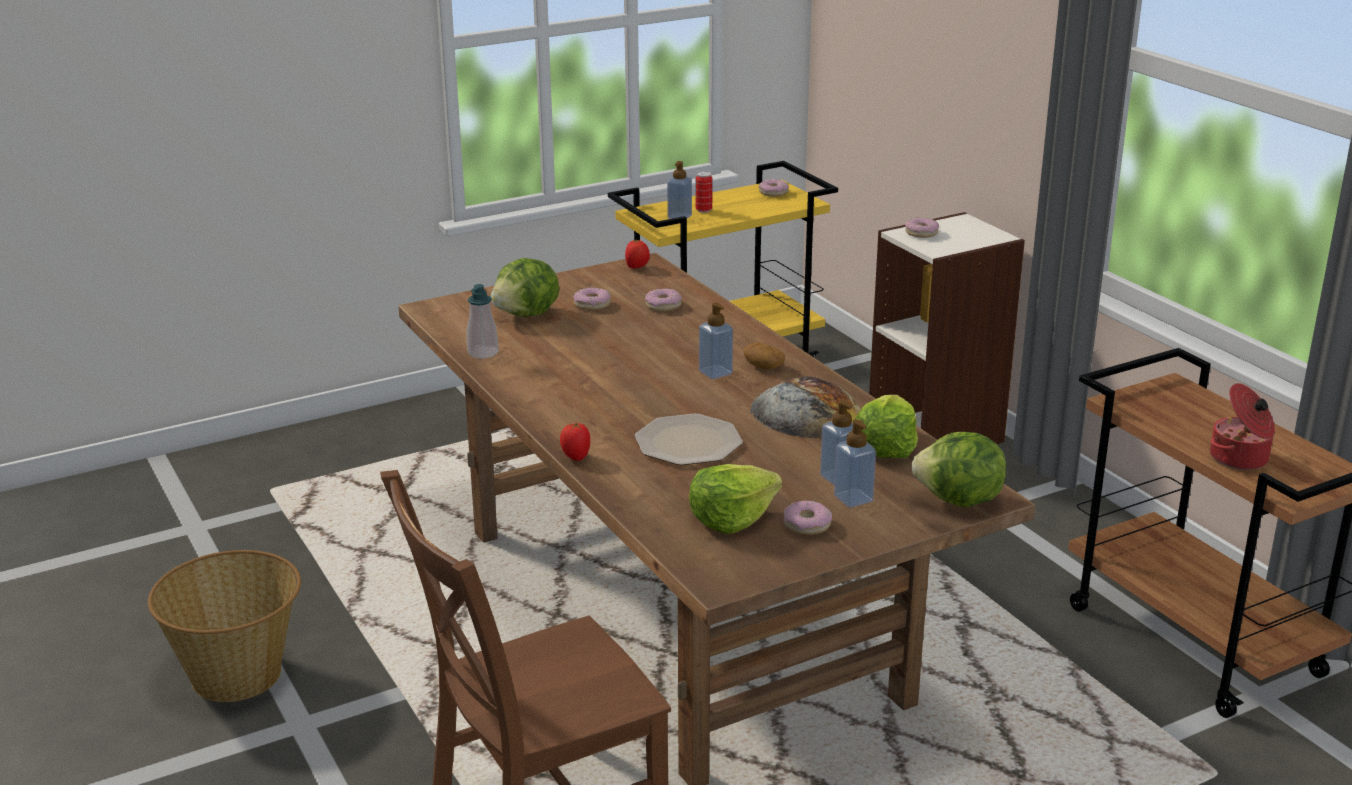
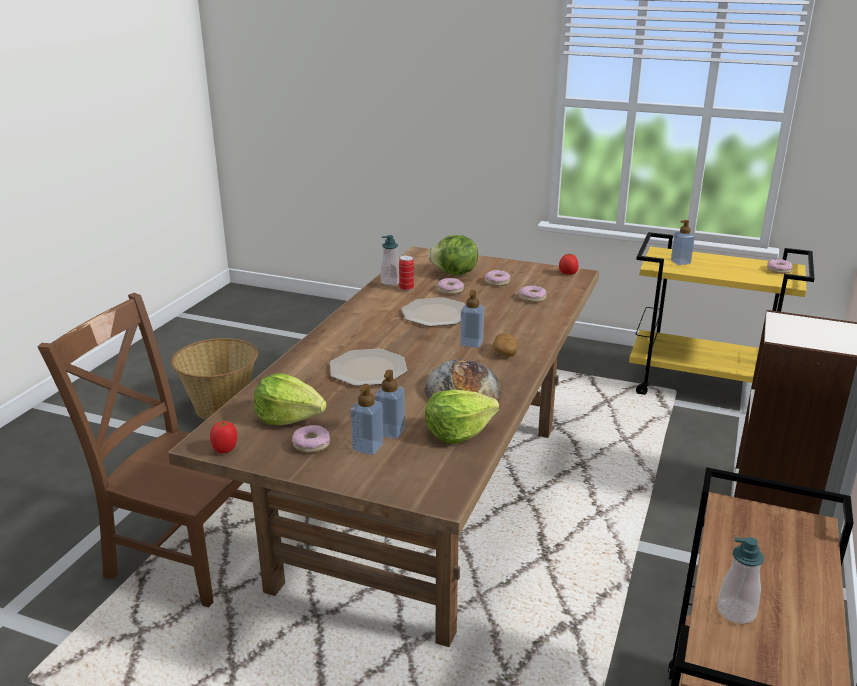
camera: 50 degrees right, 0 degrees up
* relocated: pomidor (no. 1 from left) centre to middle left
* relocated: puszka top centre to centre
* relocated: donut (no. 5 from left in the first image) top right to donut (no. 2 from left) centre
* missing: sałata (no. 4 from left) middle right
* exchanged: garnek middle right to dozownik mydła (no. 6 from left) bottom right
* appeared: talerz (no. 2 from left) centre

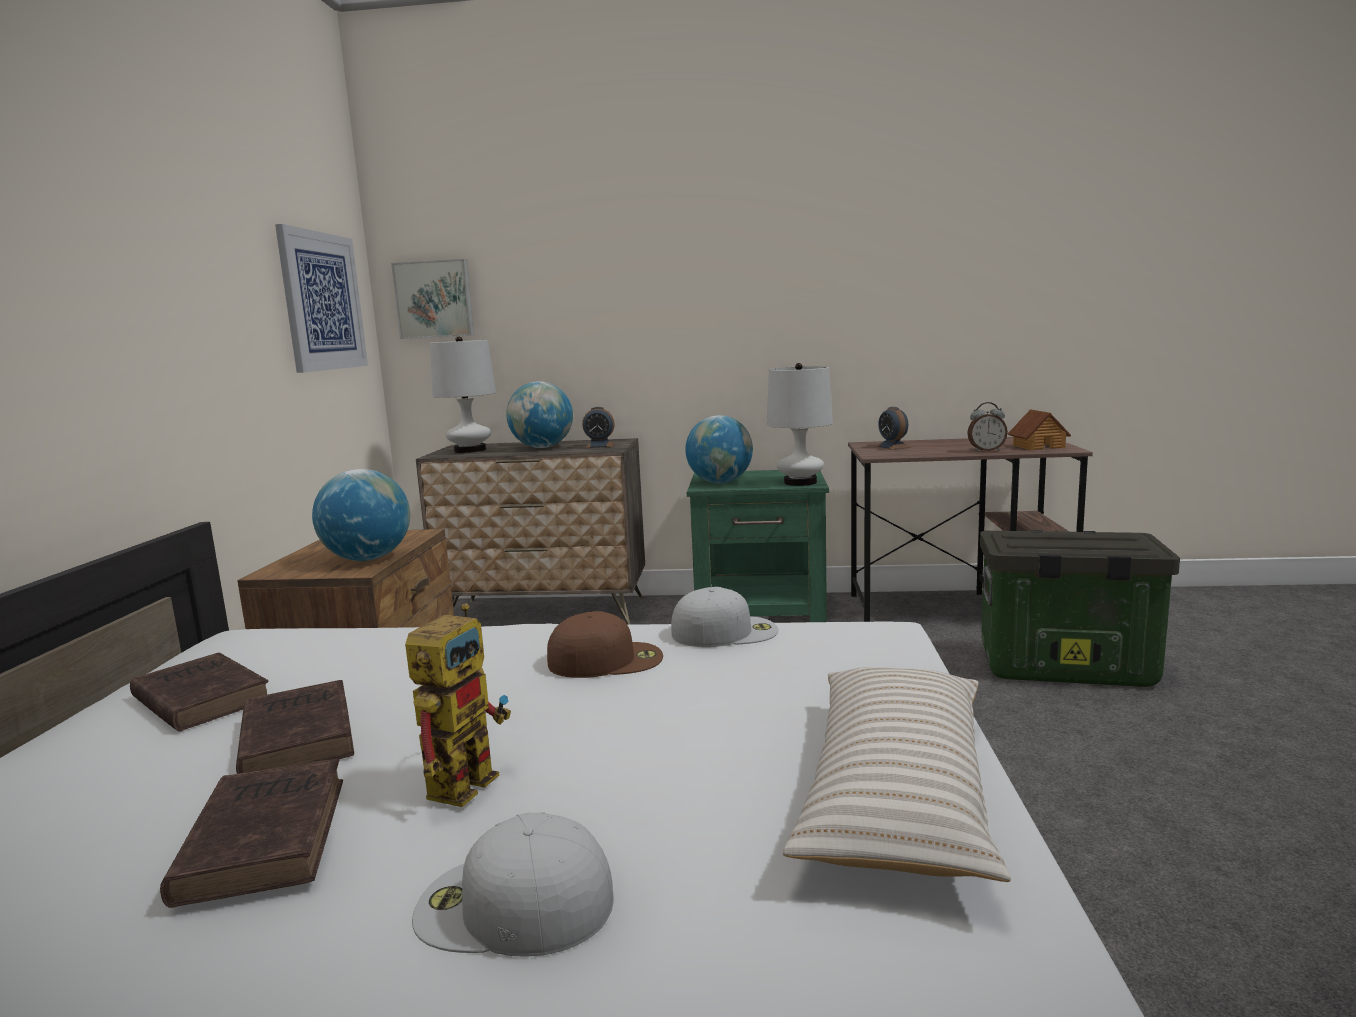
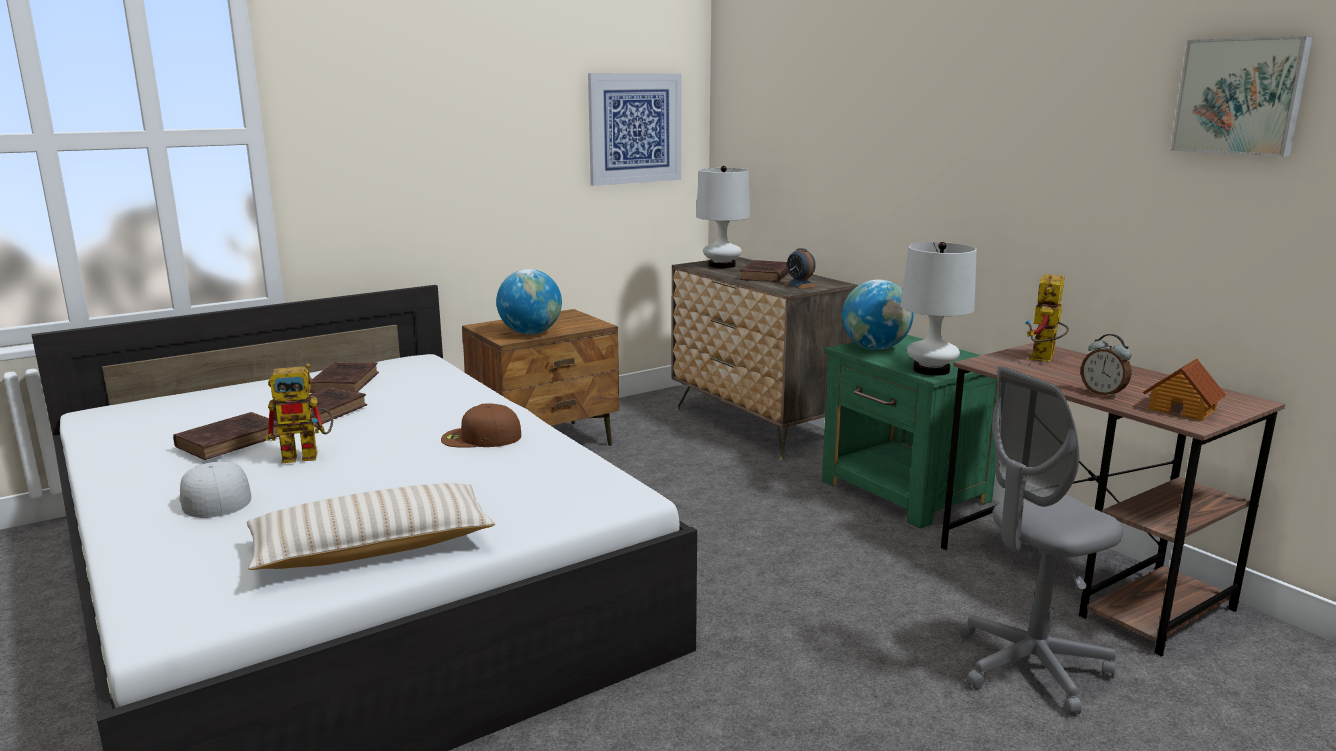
camera: 50 degrees right, 5 degrees up
* relocated: obraz (no. 2 from left) top left to top right
* exchanged: globus (no. 2 from left) centre to książka [brązowy] (no. 4 from left) centre
* spun: czapka z daszkiem [brązowy] centre = centre 135 degrees clockwise
* missing: czapka z daszkiem [biały] (no. 2 from left) centre
* exchanged: budzik (no. 2 from left) centre to robot zabawkowy (no. 2 from left) middle right
* exchanged: pojemnik do przechowywania middle right to krzesło biurowe [szary] bottom right

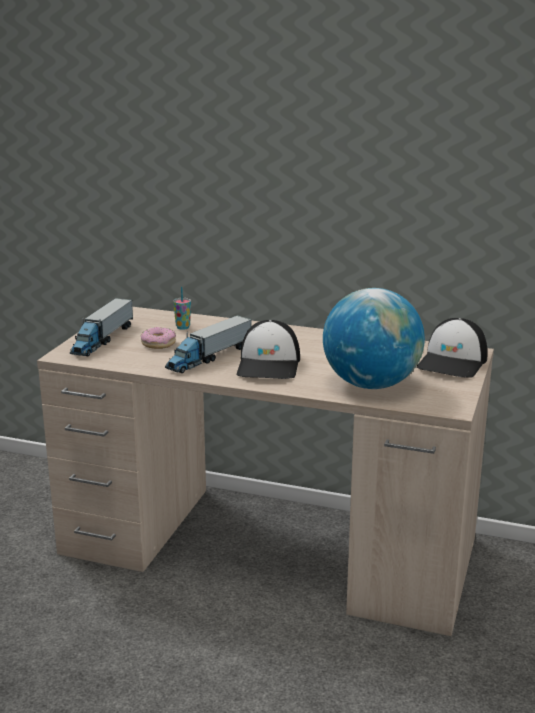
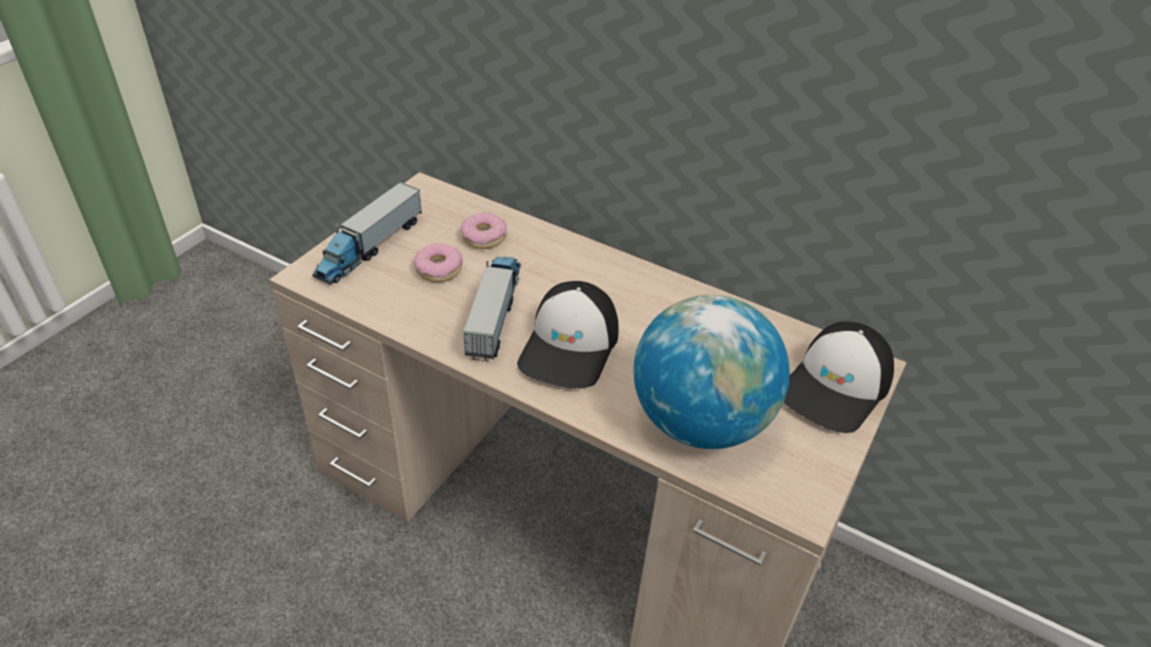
camera: 10 degrees right, 20 degrees up
* spun: ciężarówka zabawkowa (no. 2 from left) centre = centre 135 degrees clockwise
* exchanged: filiżanka centre to donut (no. 2 from left) centre

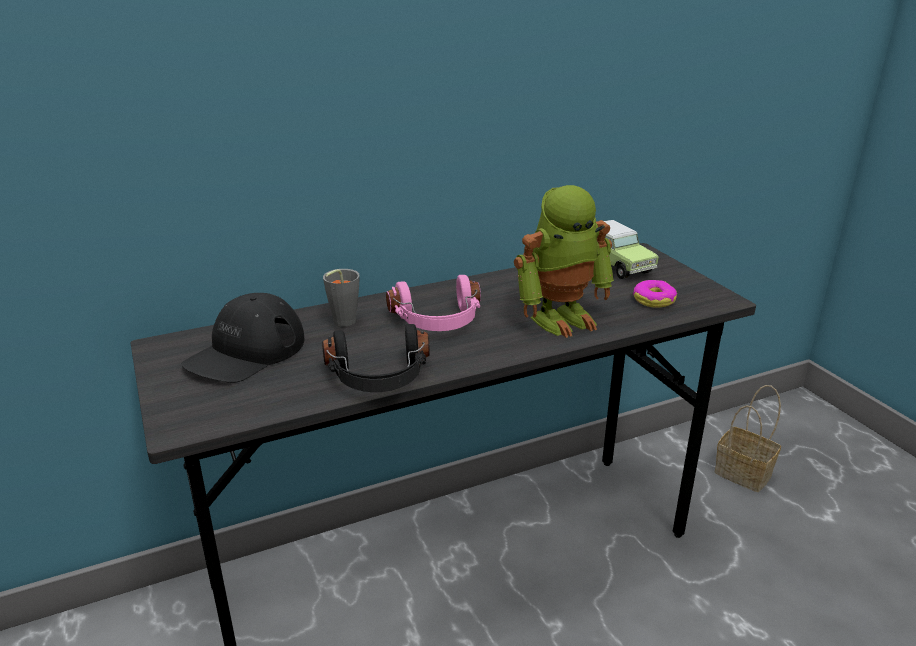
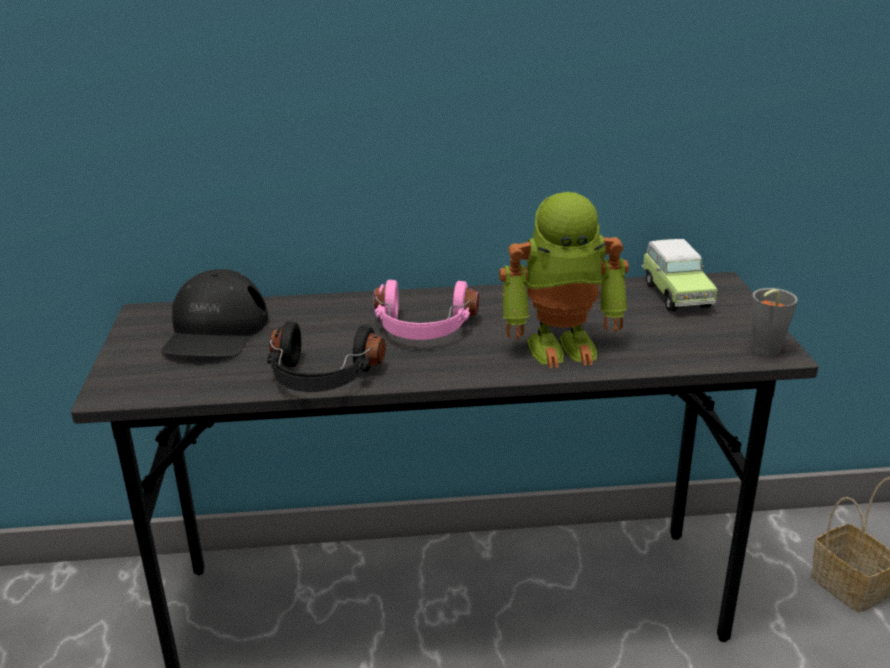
camera: 20 degrees right, 0 degrees up
* spun: czapka z daszkiem [czarny] middle left = middle left 45 degrees counterclockwise
* relocated: filiżanka [szary] centre to middle right
* missing: donut middle right

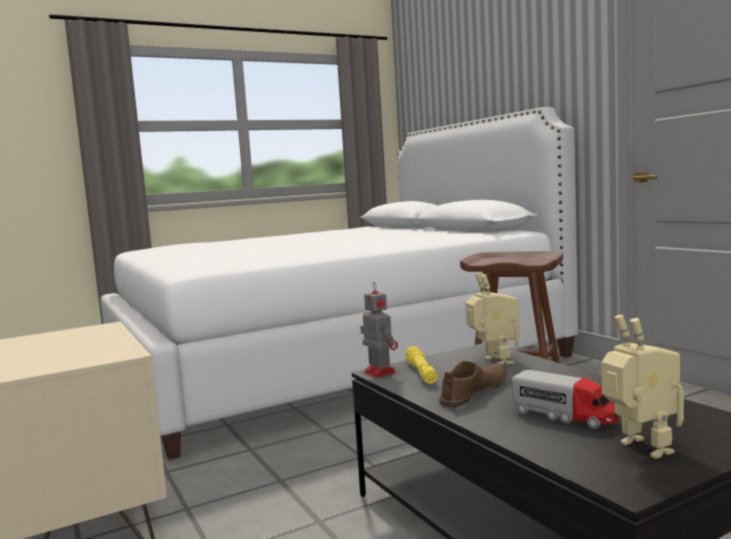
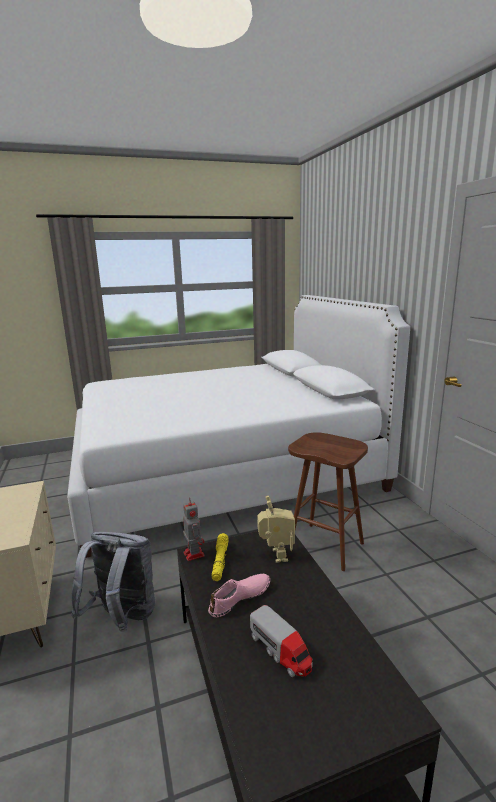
camera: 10 degrees right, 10 degrees up
* colour: but [brązowy] bottom centre to but [różowy] bottom centre
* missing: robot zabawkowy (no. 3 from left) bottom right
* appeared: plecak [szary] bottom left

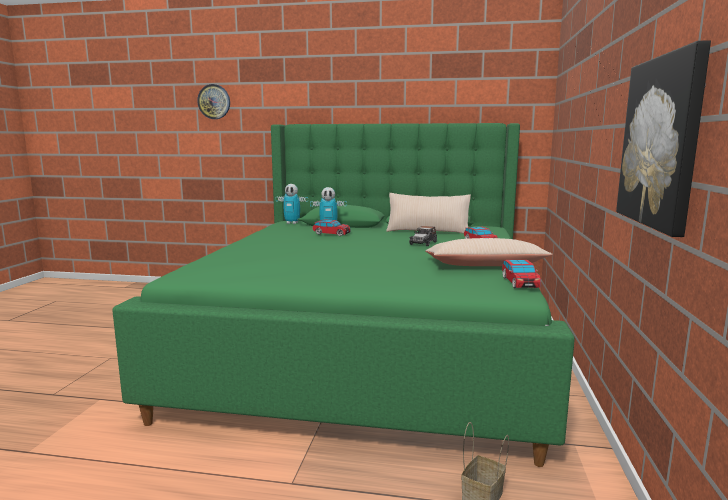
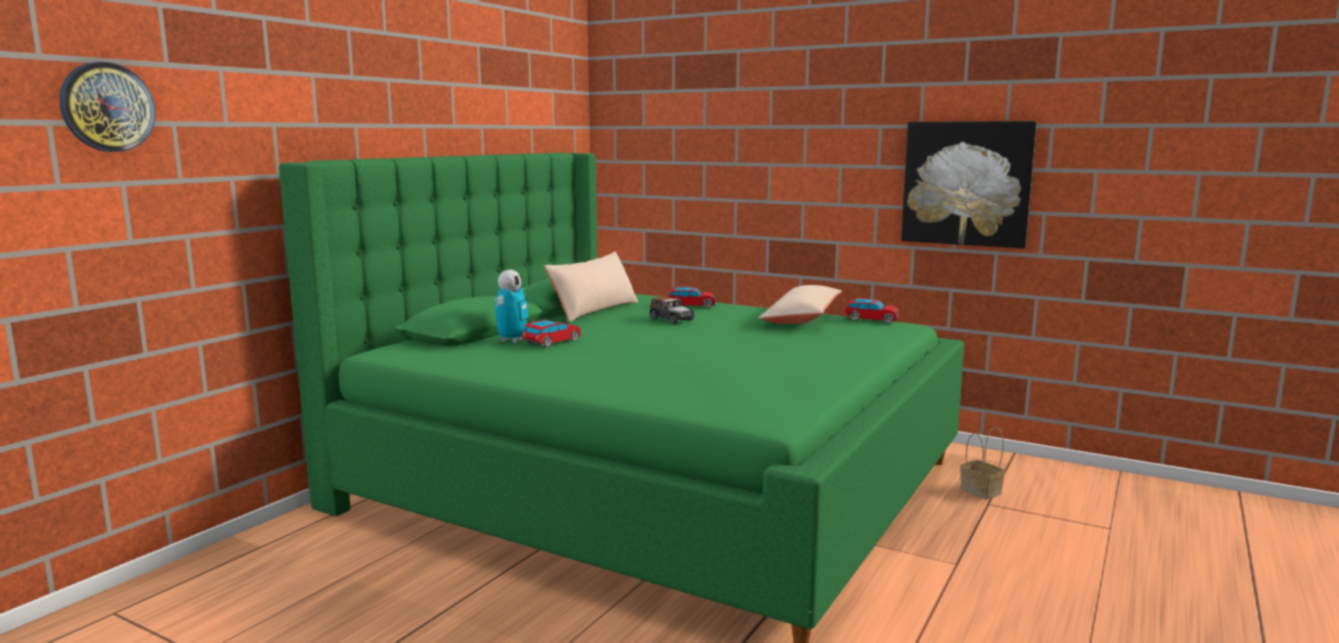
camera: 70 degrees left, 0 degrees up
* missing: robot zabawkowy (no. 1 from left) centre

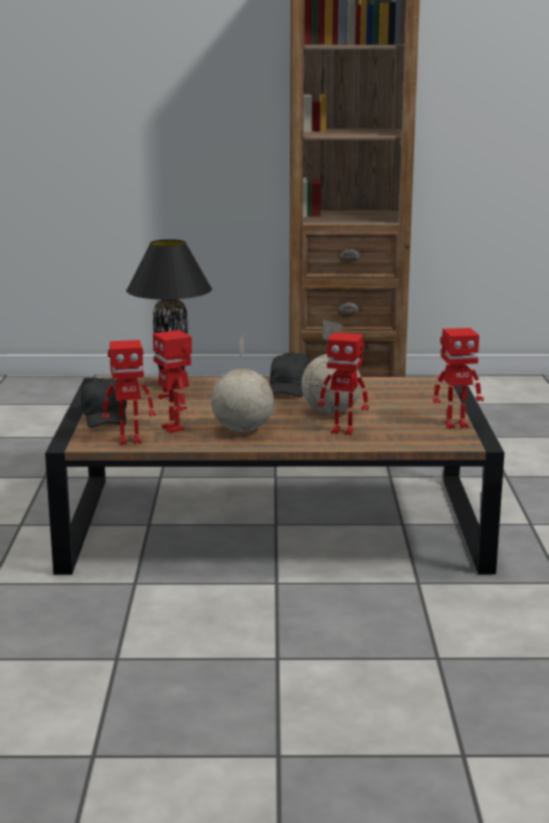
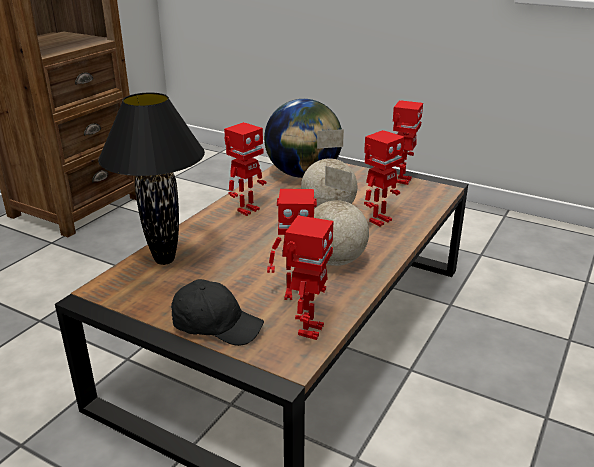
camera: 60 degrees left, 10 degrees up
* exchanged: czapka z daszkiem [czarny] (no. 2 from left) centre to robot zabawkowy (no. 1 from left) centre
* appeared: globus (no. 1 from left) top centre

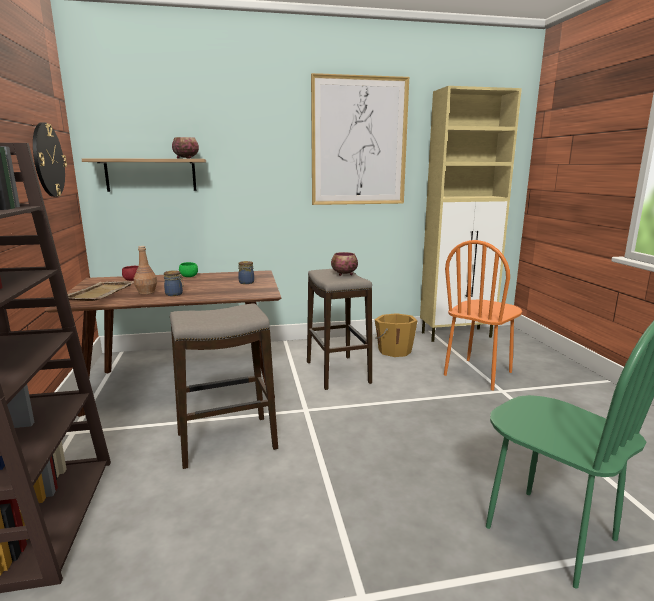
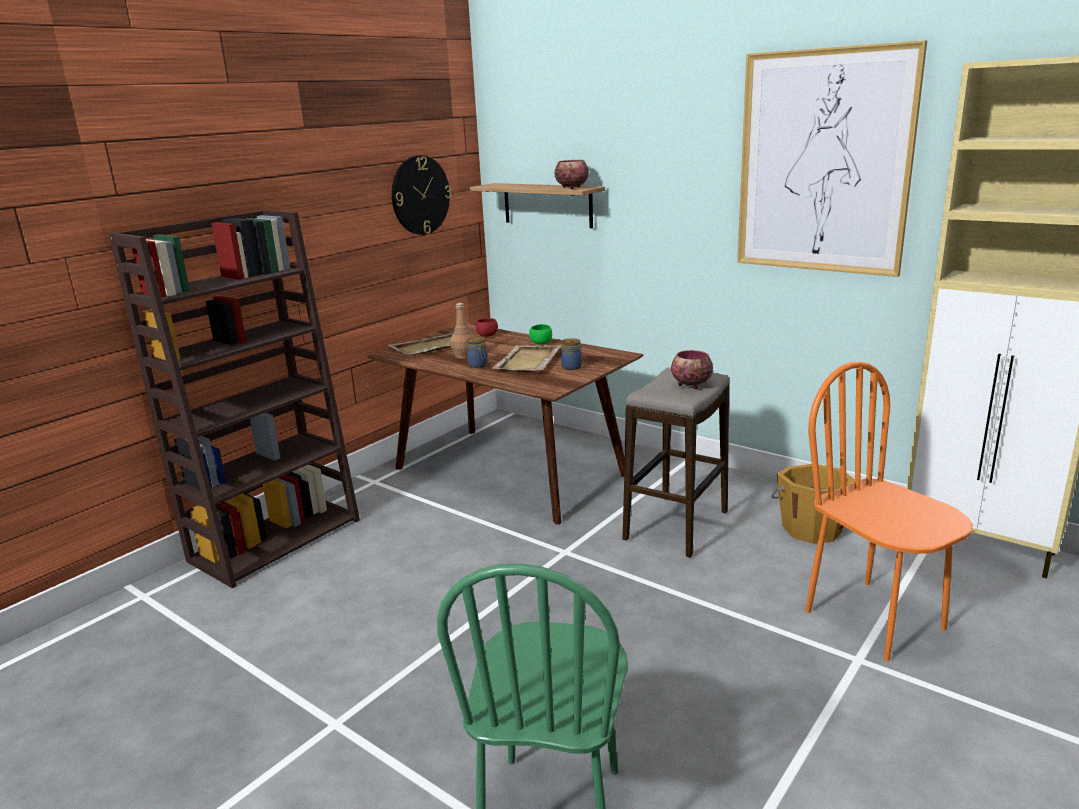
camera: 50 degrees right, 5 degrees up
* missing: stołek (no. 1 from left) centre
* spun: krzesło [pomarańczowy] middle right = middle right 60 degrees clockwise
* appeared: taca [beżowy] (no. 2 from left) centre

